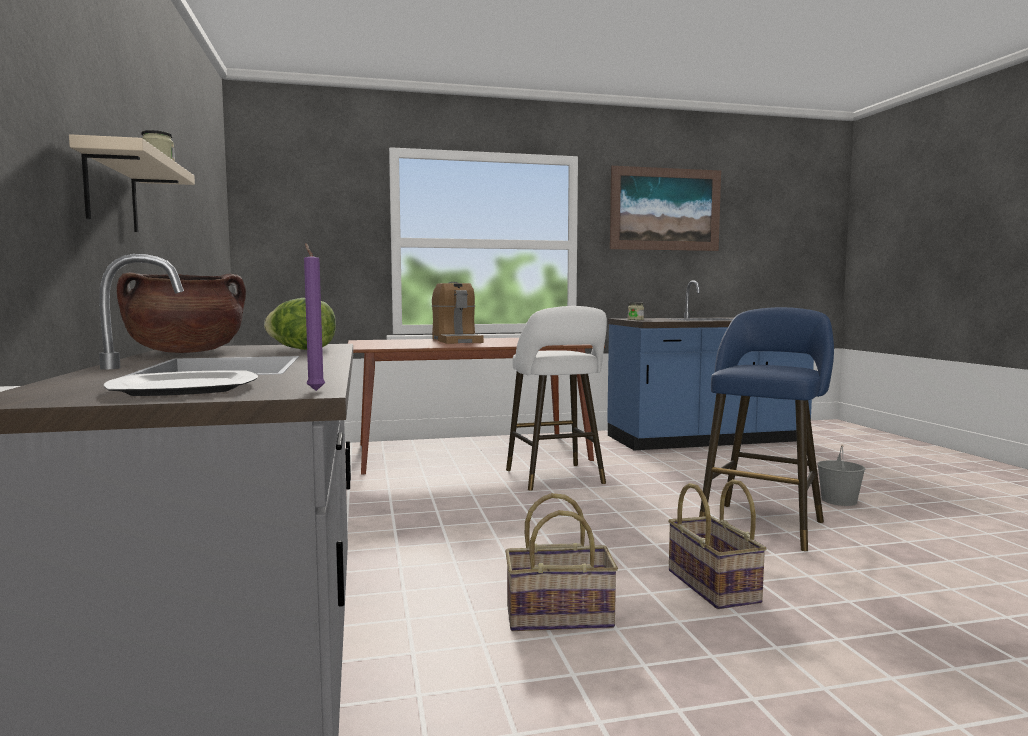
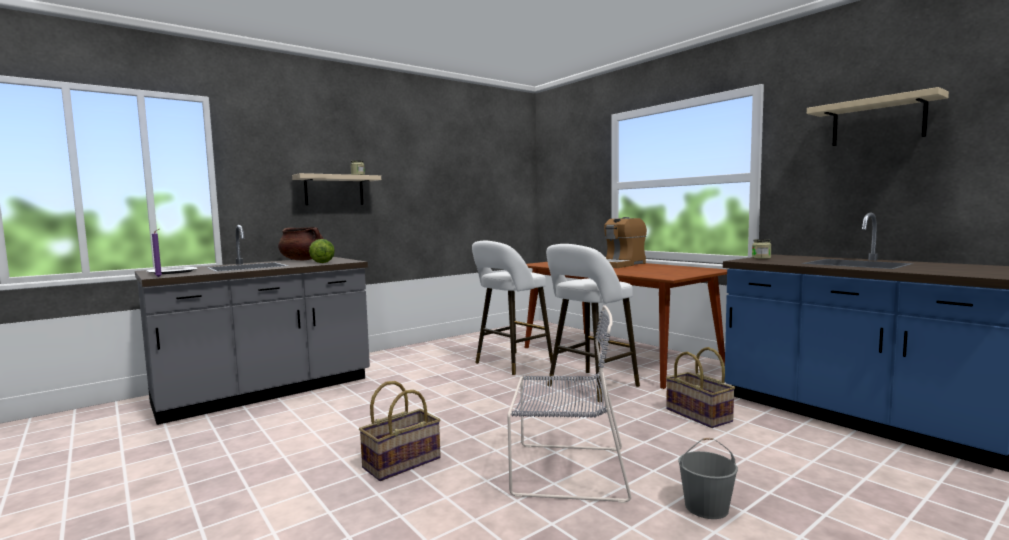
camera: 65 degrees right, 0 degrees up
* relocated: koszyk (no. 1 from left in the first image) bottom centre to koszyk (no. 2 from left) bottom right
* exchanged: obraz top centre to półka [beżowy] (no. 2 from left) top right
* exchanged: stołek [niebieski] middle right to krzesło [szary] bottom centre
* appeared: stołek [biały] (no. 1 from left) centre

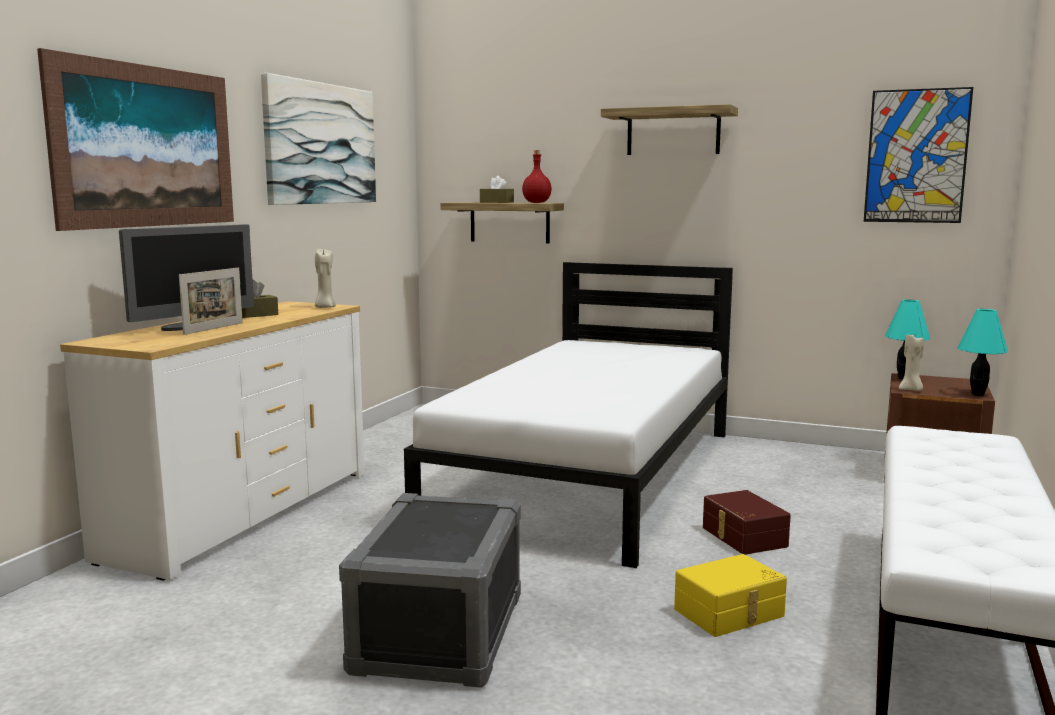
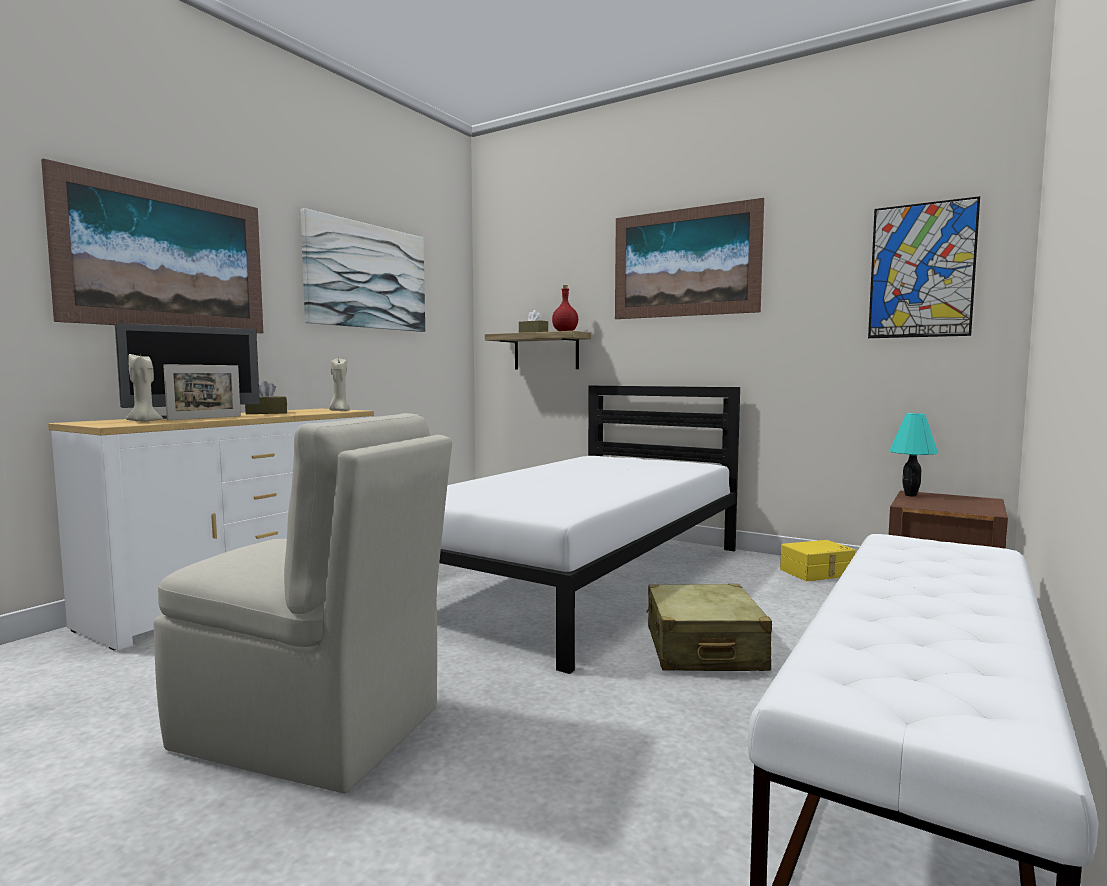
camera: 10 degrees right, 5 degrees down
* exchanged: pojemnik do przechowywania [szary] bottom centre to krzesło [beżowy] bottom left
* exchanged: półka (no. 2 from left) top centre to obraz (no. 3 from left) top centre
* relocated: pojemnik do przechowywania [żółty] bottom right to middle right
* exchanged: pojemnik do przechowywania [brązowy] bottom right to walizka [beżowy] bottom centre
* relocated: świeca [beżowy] (no. 2 from left in the first image) middle right to świeca [beżowy] (no. 1 from left) middle left
* missing: lampa stołowa [turkusowy] (no. 2 from left) middle right

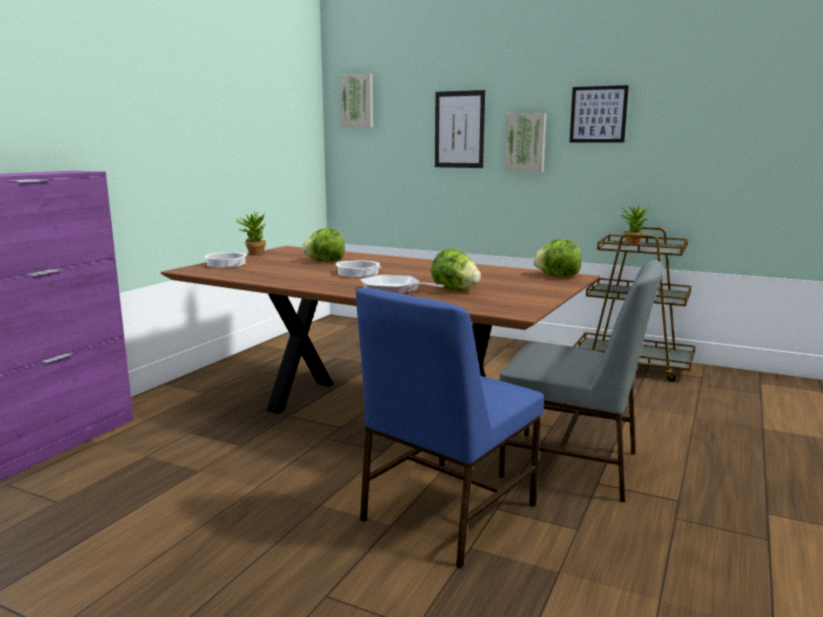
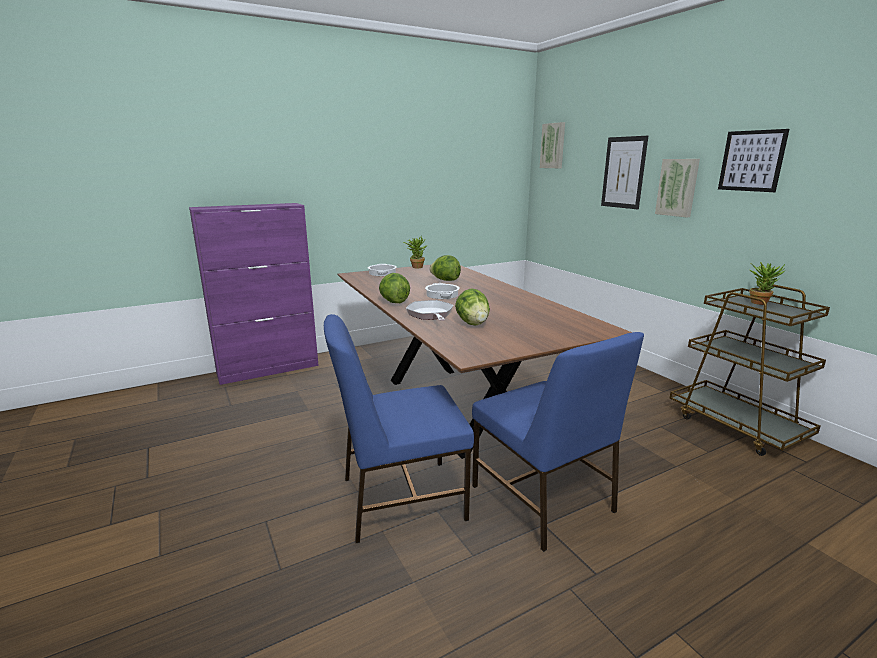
camera: 35 degrees right, 5 degrees up
* colour: krzesło [szary] middle right to krzesło [niebieski] (no. 2 from left) bottom centre
* relocated: sałata (no. 3 from left in the first image) middle right to sałata (no. 1 from left) centre

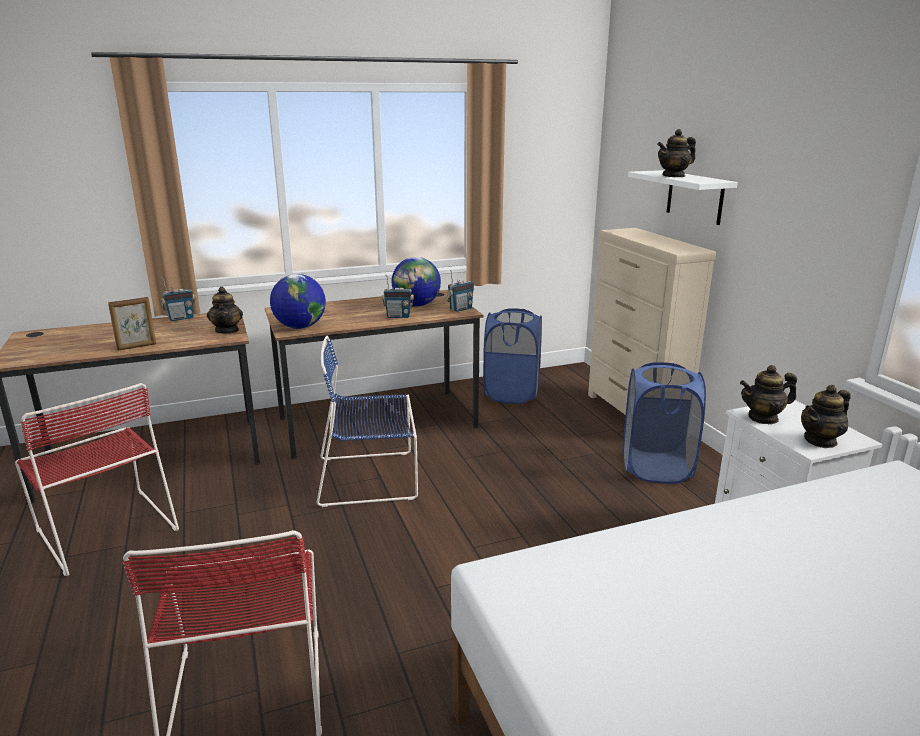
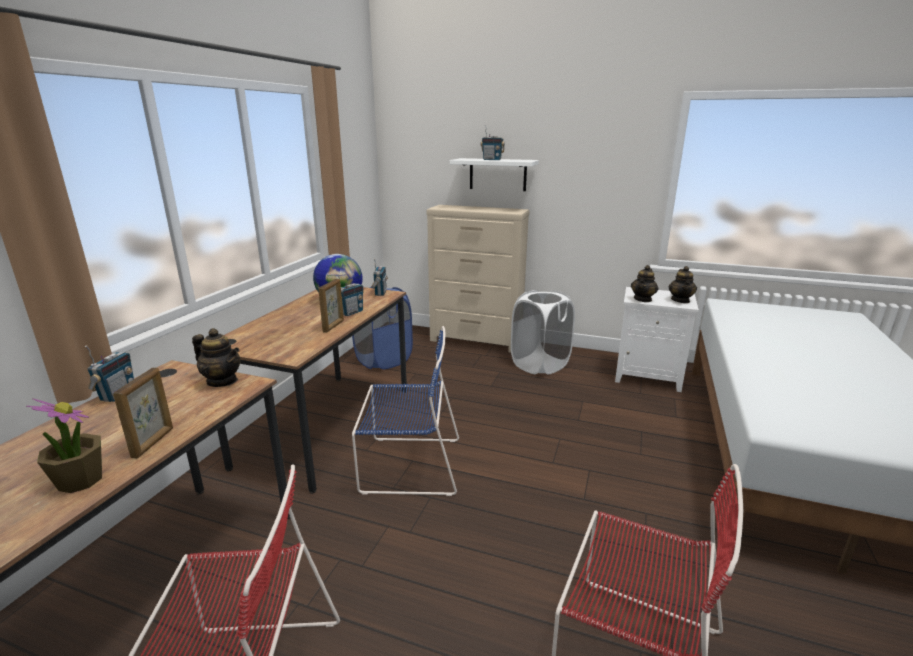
camera: 50 degrees left, 0 degrees up
* missing: globus (no. 1 from left) middle left
* spun: krzesło [niebieski] centre = centre 120 degrees counterclockwise
* colour: kosz na pranie [niebieski] (no. 2 from left) middle right to kosz na pranie [biały] centre
* exchanged: imbryk (no. 2 from left) top right to radio (no. 4 from left) top centre
* appeared: roślina doniczkowa bottom left
* appeared: ramka na zdjęcie (no. 2 from left) centre

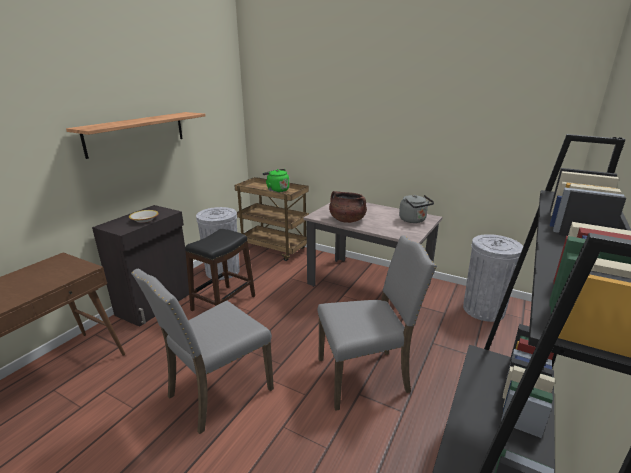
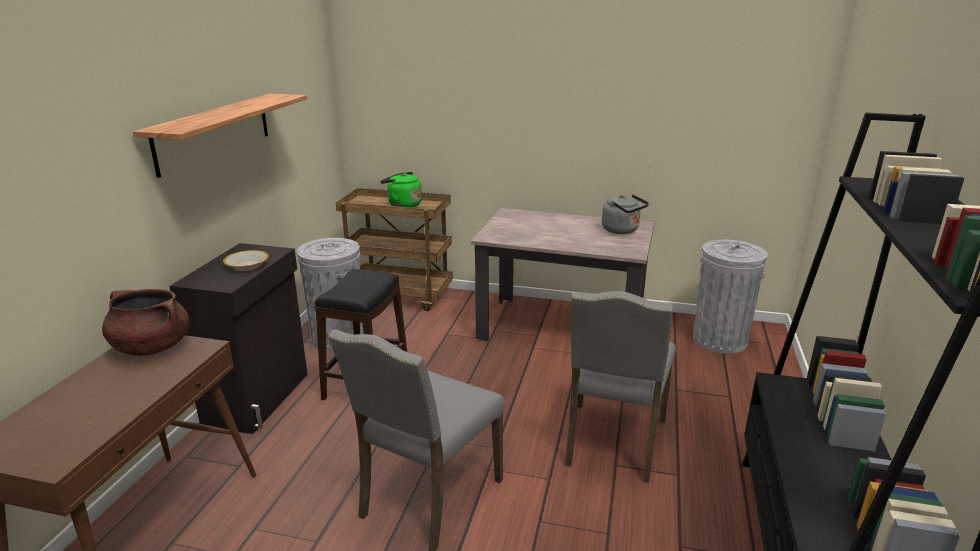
camera: 15 degrees left, 0 degrees up
* spun: krzesło [szary] (no. 2 from left) bottom centre = bottom centre 135 degrees clockwise
* relocated: garnek [brązowy] centre to middle left

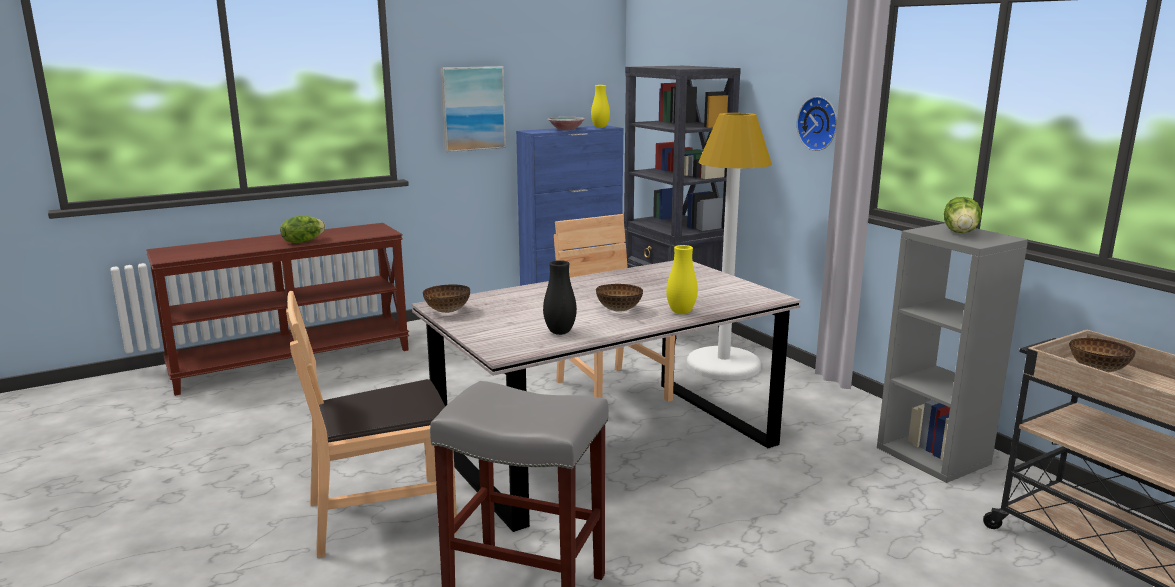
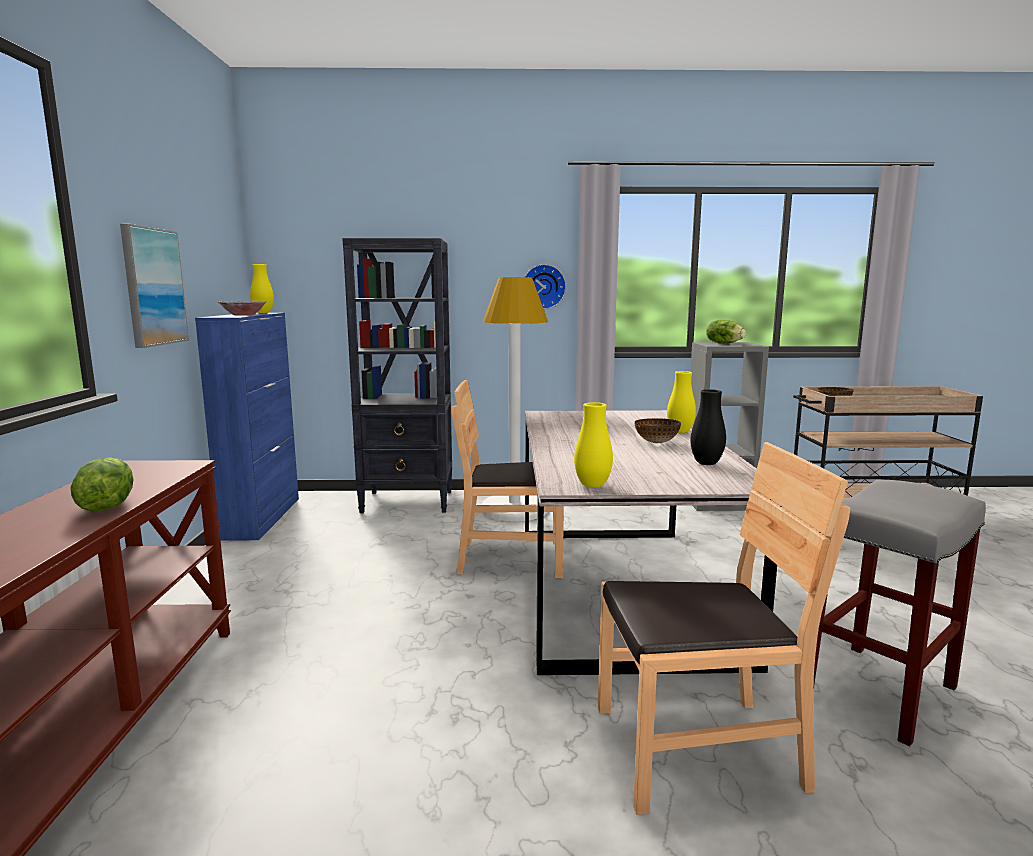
camera: 60 degrees left, 5 degrees down
* spun: krzesło [brązowy] (no. 1 from left in the first image) bottom left = bottom right 105 degrees counterclockwise
* exchanged: miska (no. 1 from left) centre to wazon [żółty] (no. 2 from left) centre

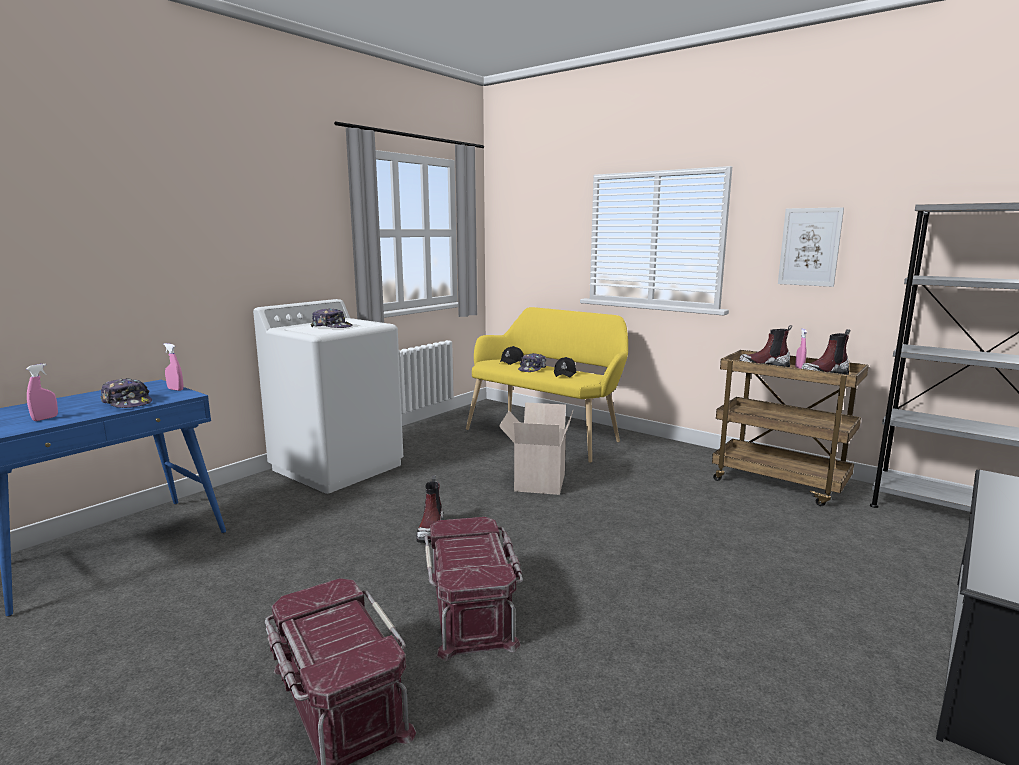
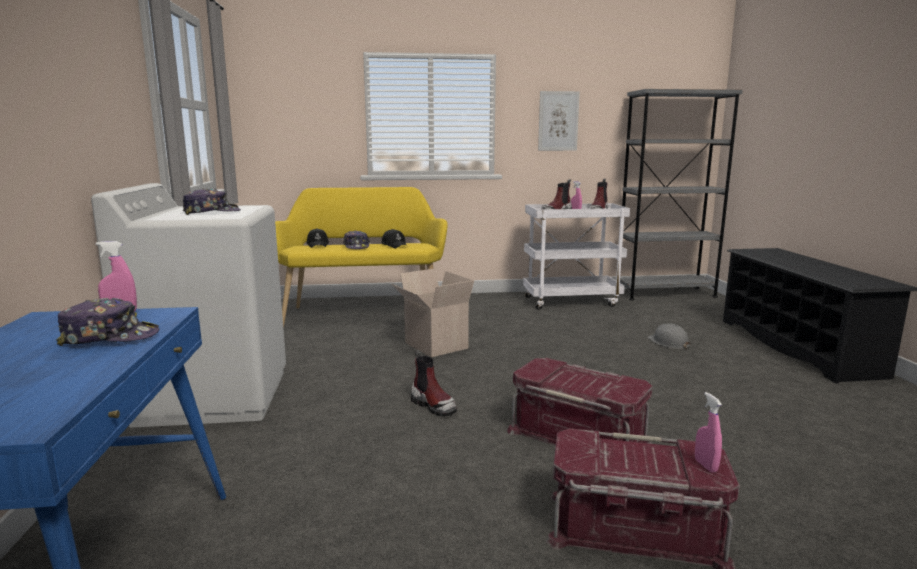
camera: 45 degrees left, 0 degrees up
* relocated: spryskiwacz [różowy] (no. 1 from left in the first image) middle left to spryskiwacz [różowy] (no. 3 from left) bottom right
* colour: wózek [brązowy] middle right to wózek [biały] centre
* appeared: kask [szary] middle right

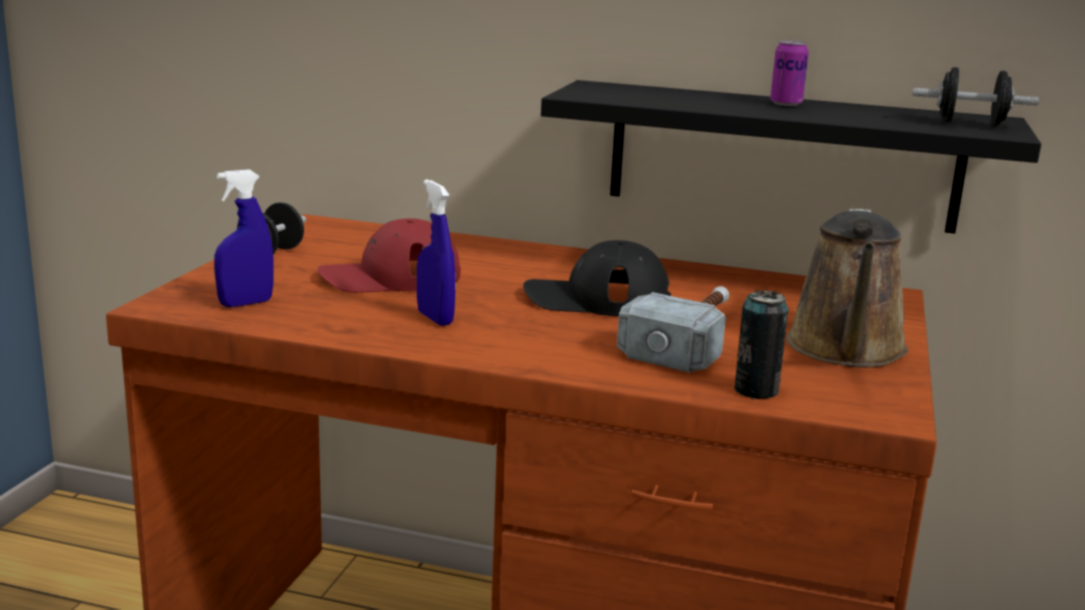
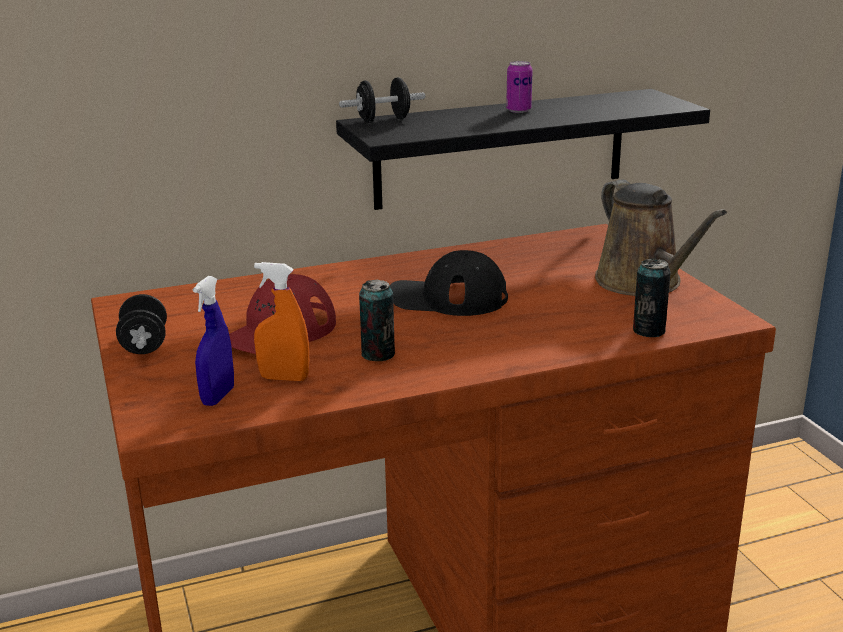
camera: 35 degrees left, 5 degrees up
* exchanged: spryskiwacz [niebieski] (no. 2 from left) centre to puszka (no. 1 from left) centre
* spun: czapka z daszkiem [czarny] centre = centre 45 degrees clockwise
* missing: młotek centre
* relocated: hantel [czarny] (no. 2 from left) top right to top centre
* appeared: spryskiwacz [pomarańczowy] centre

